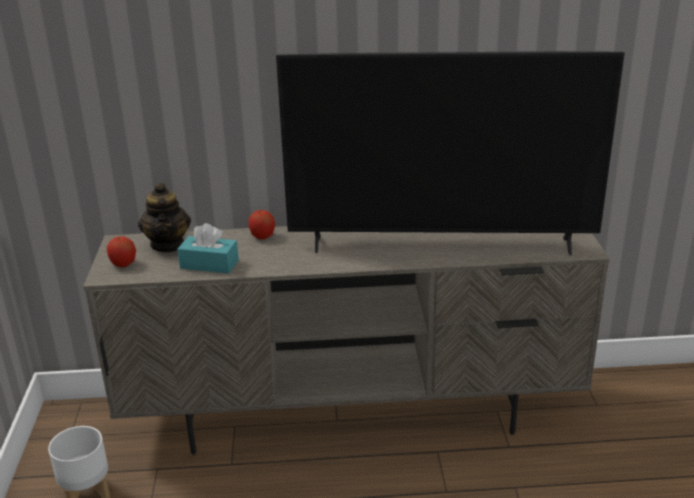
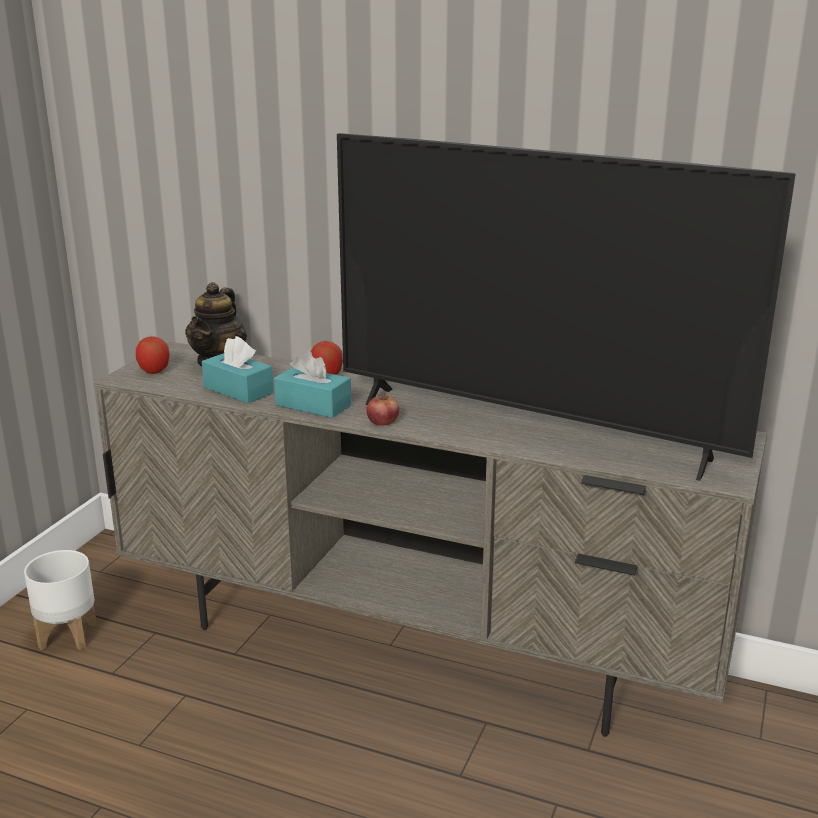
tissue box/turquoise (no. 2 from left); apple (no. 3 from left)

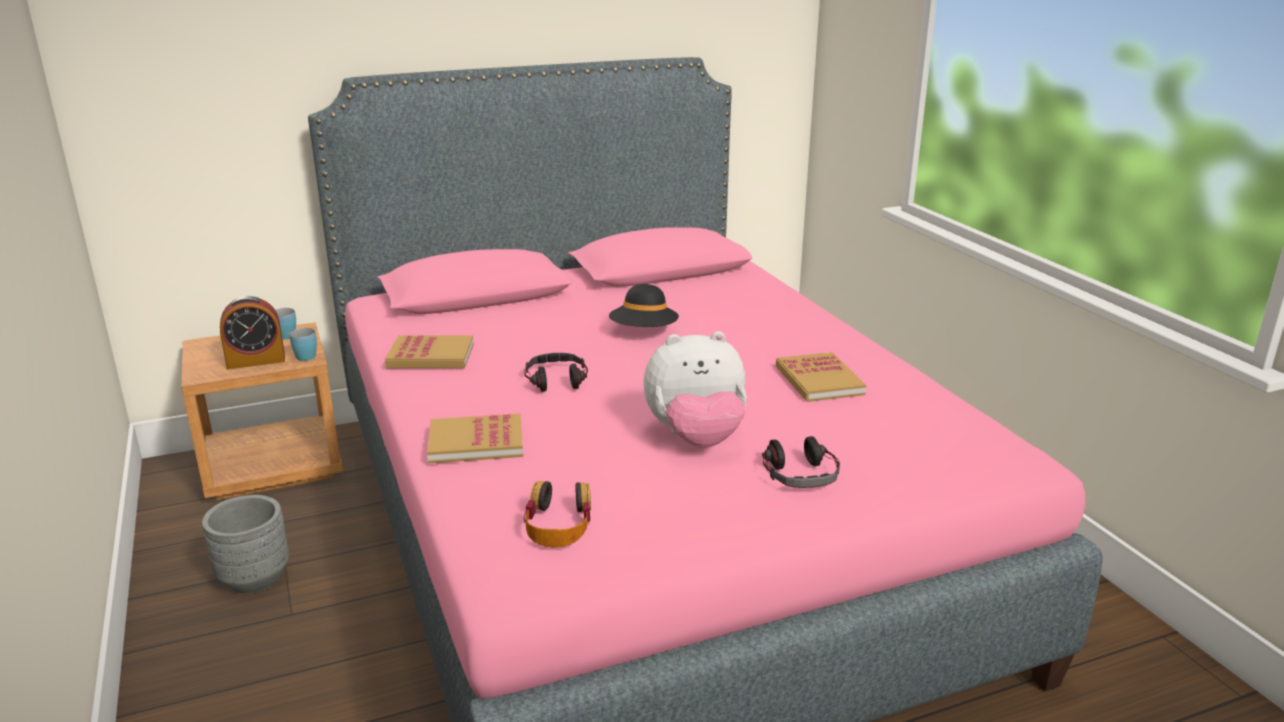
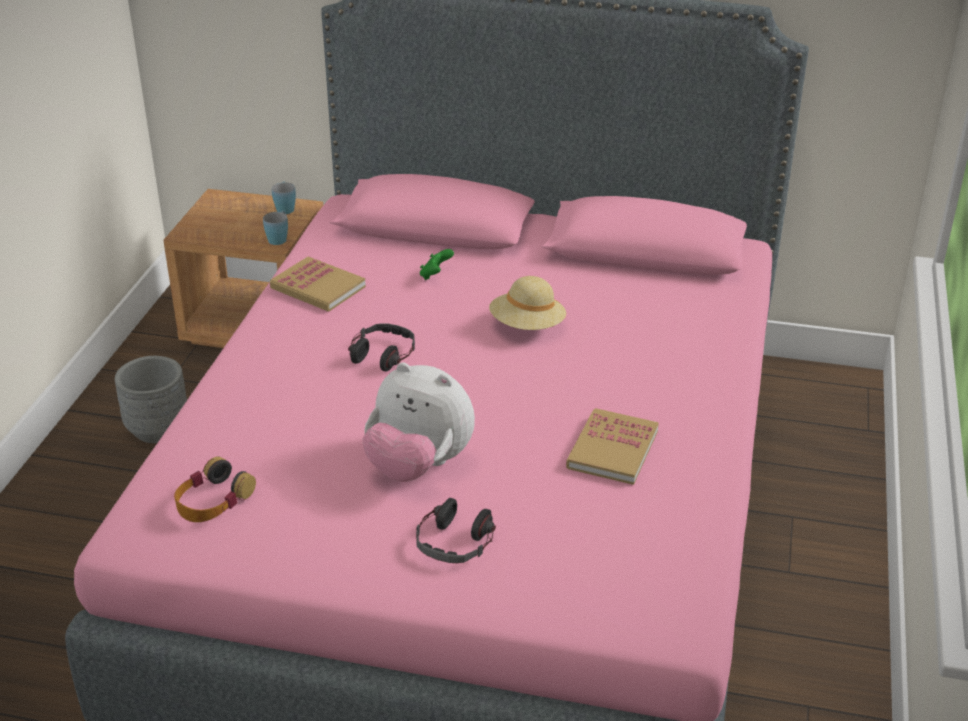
alarm clock; book (no. 2 from left in the first image); hat/beige; game controller/green

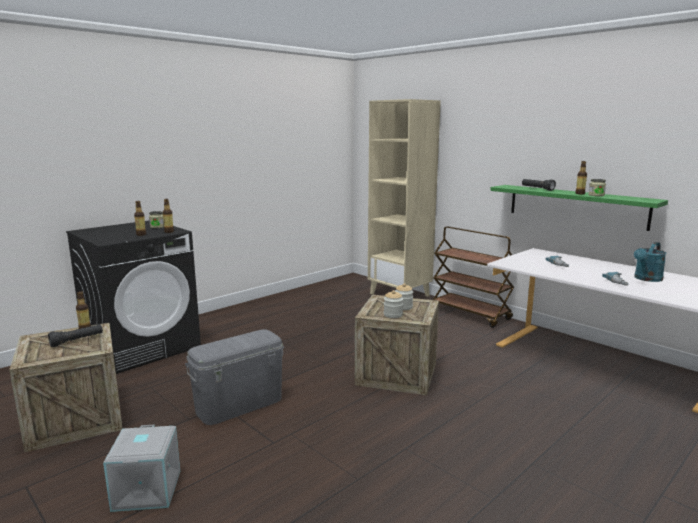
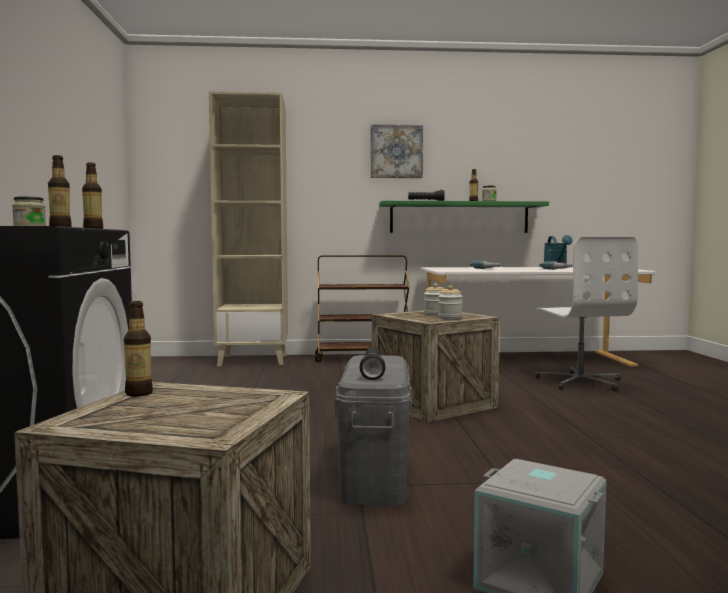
flashlight/black (no. 1 from left); picture; office chair/white

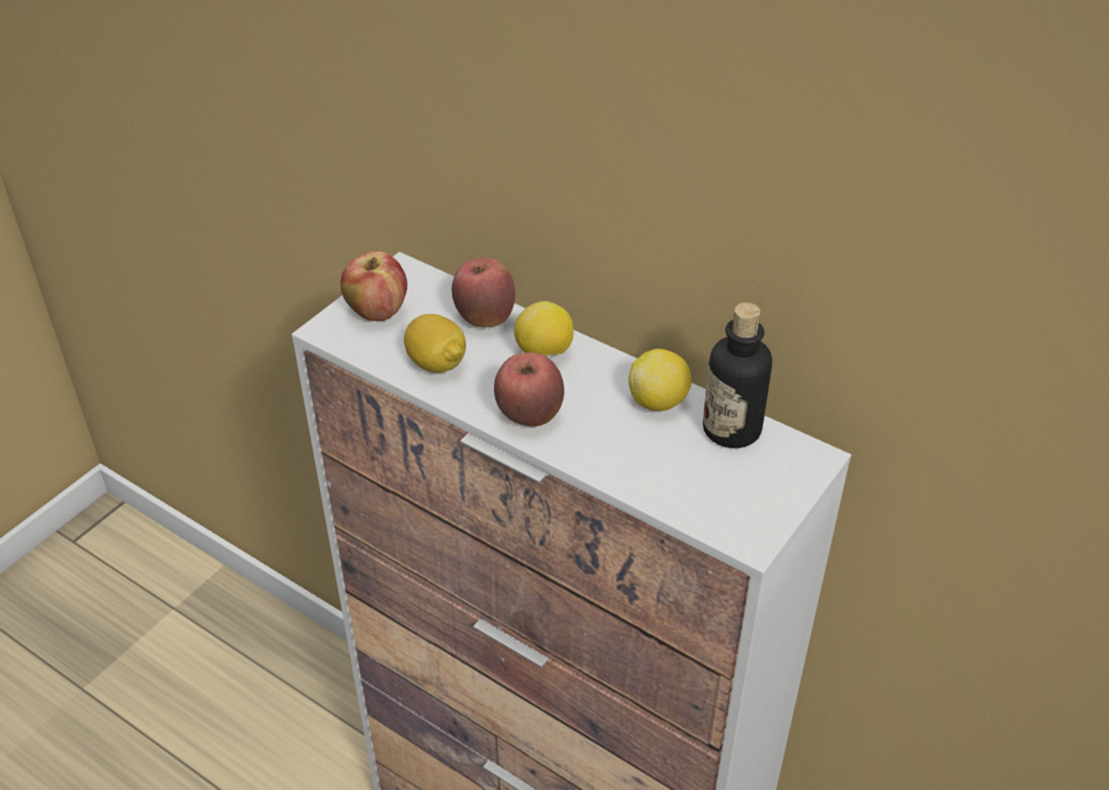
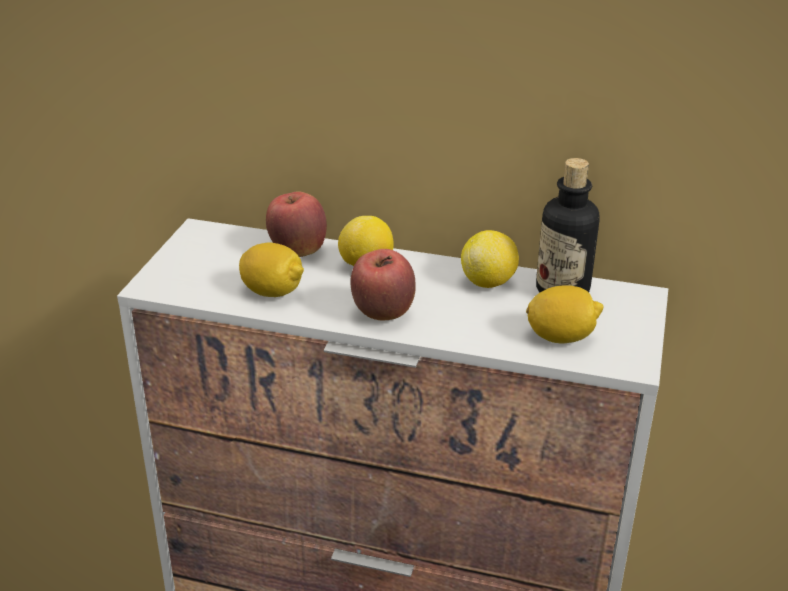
apple (no. 1 from left in the first image); lemon (no. 4 from left)

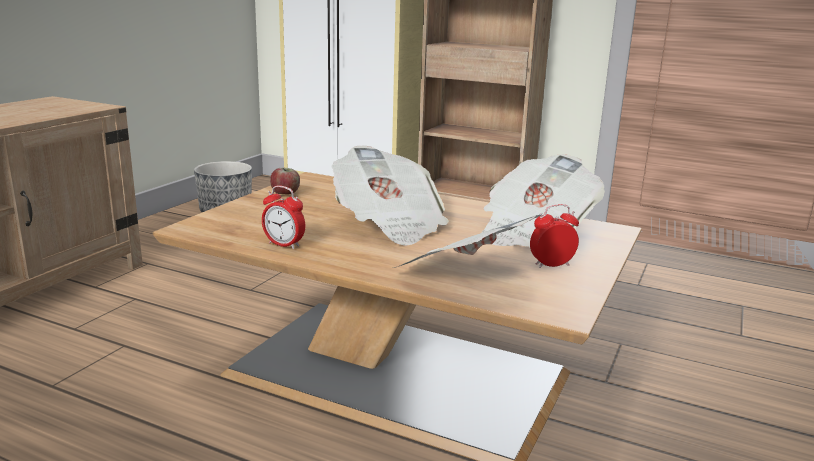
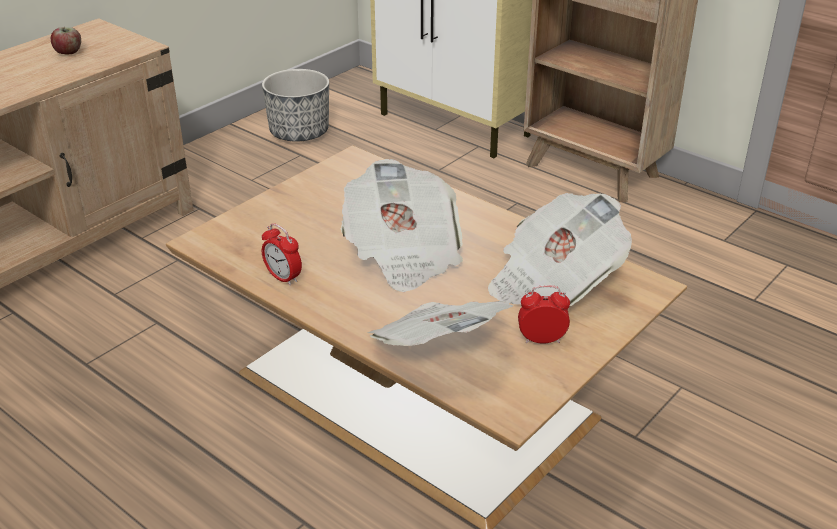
apple

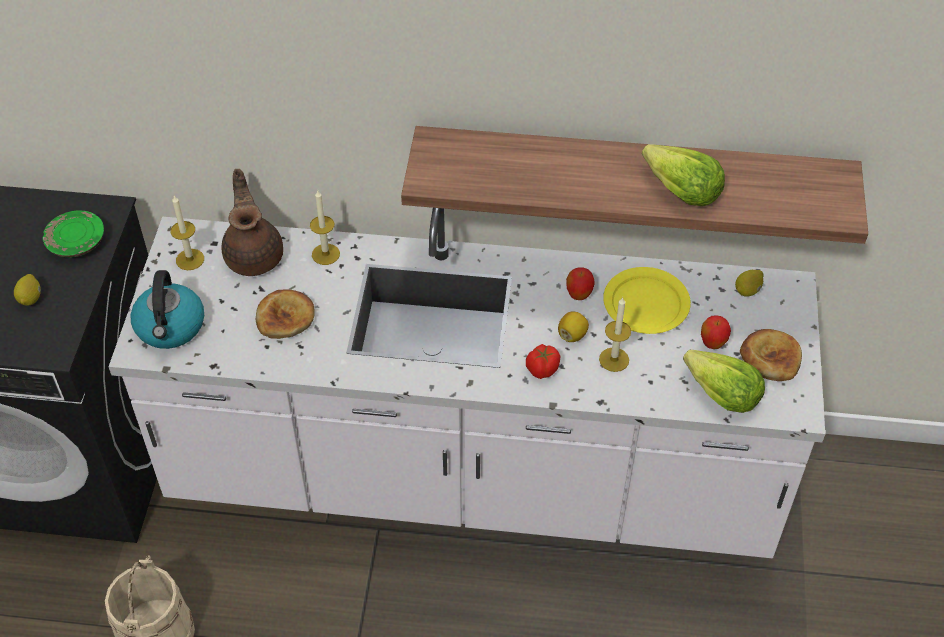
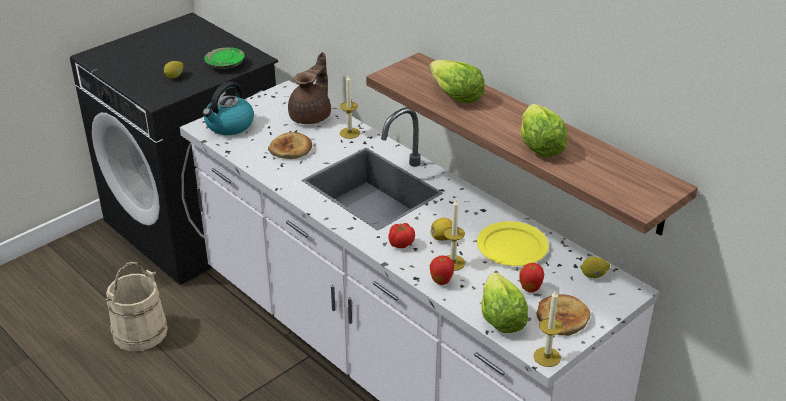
candle (no. 3 from left); apple (no. 1 from left); lettuce (no. 1 from left)

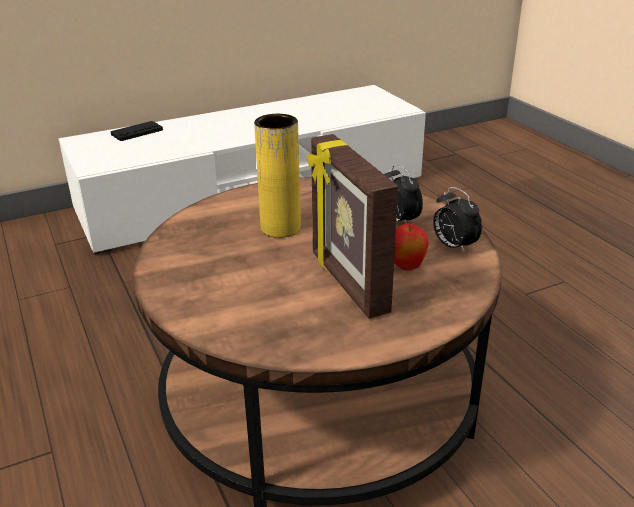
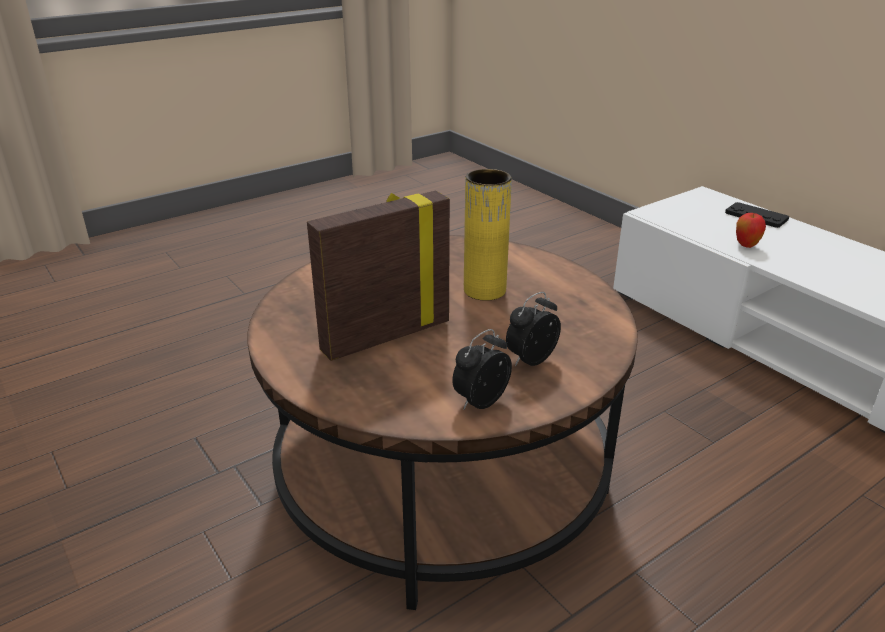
apple

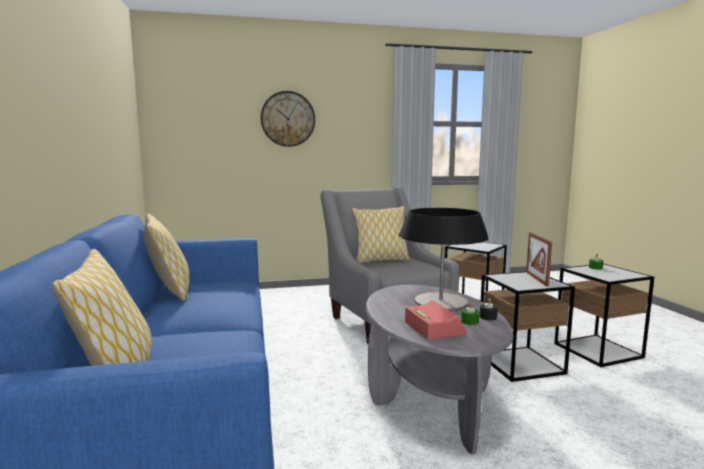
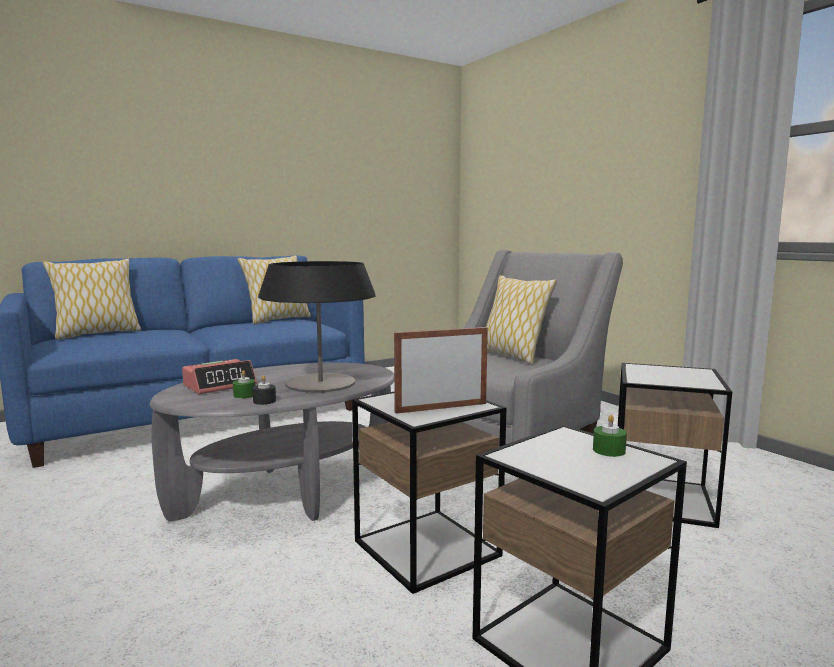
wall clock

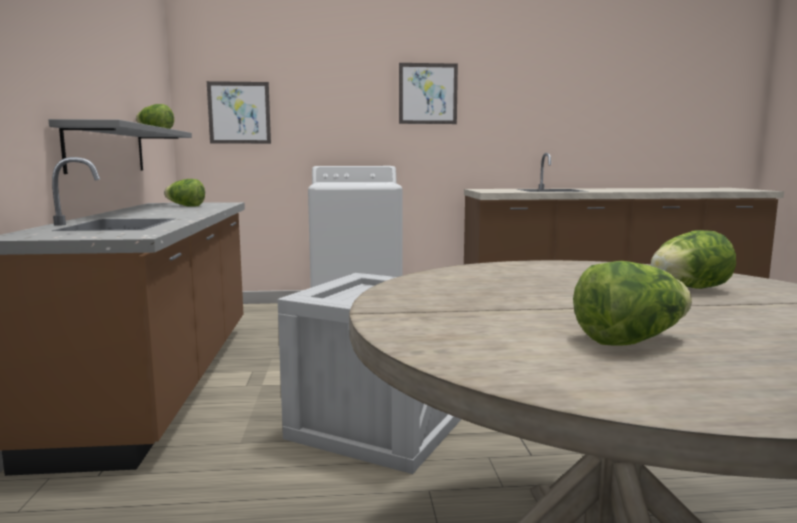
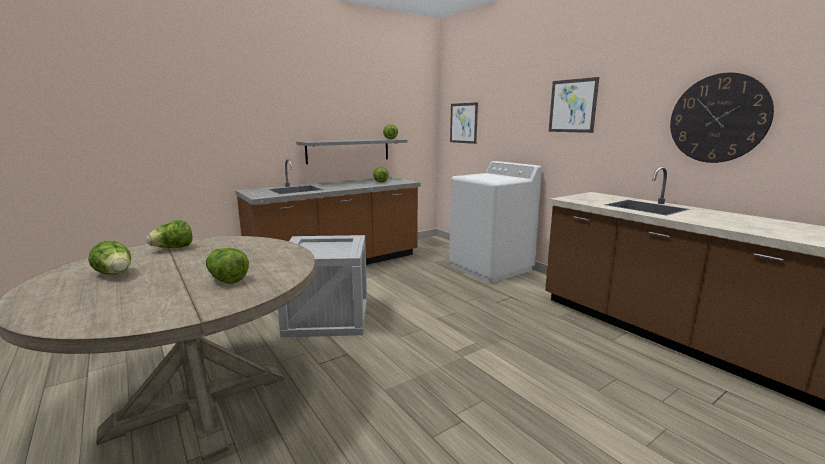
lettuce (no. 2 from left); wall clock

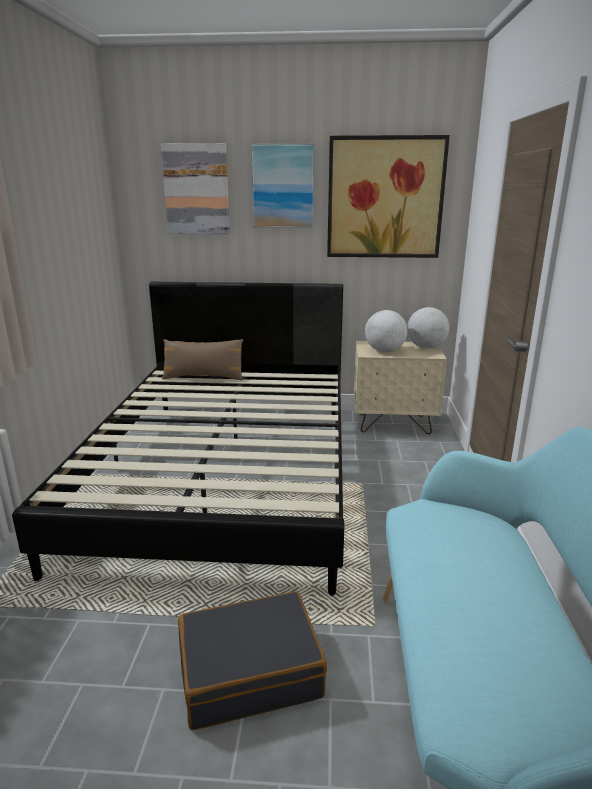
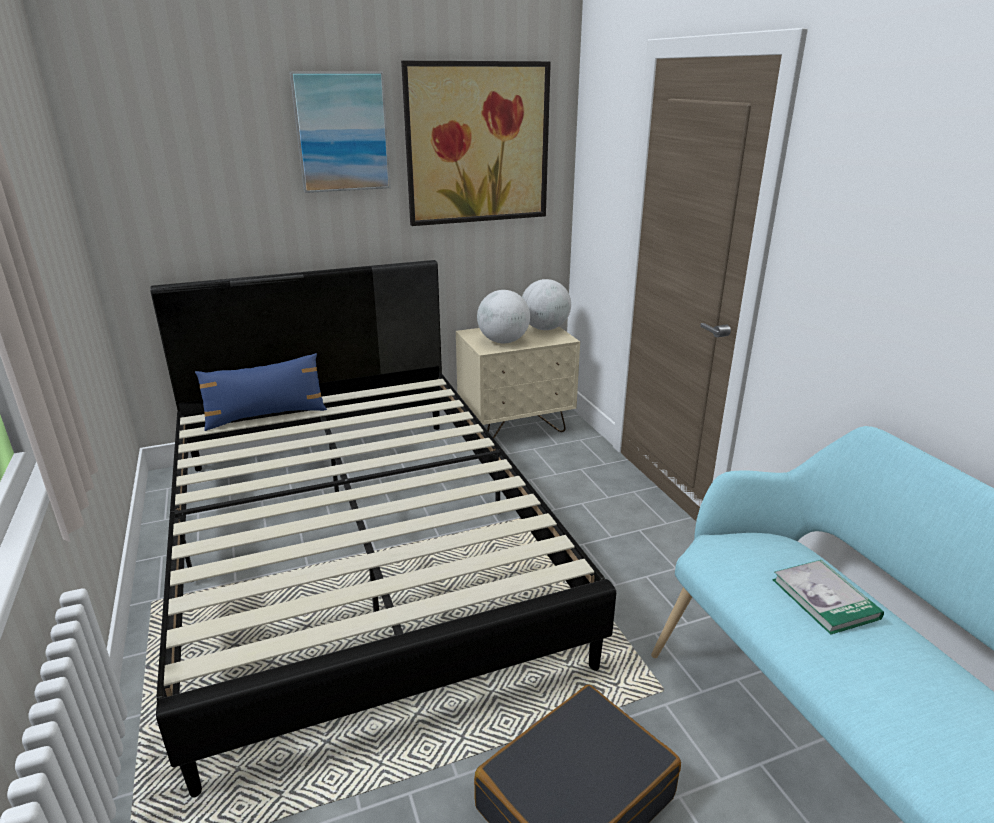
picture (no. 1 from left in the first image); pillow/blue; book

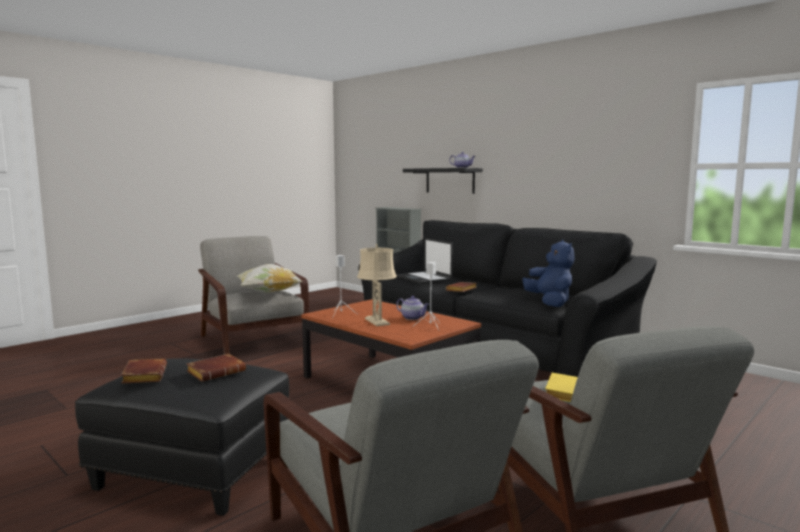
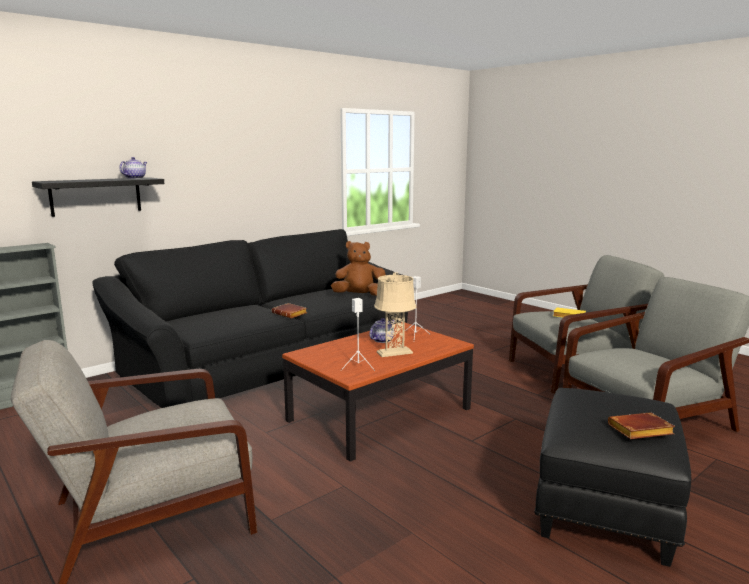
book/brown (no. 2 from left in the first image); pillow; laptop; plush toy/brown

